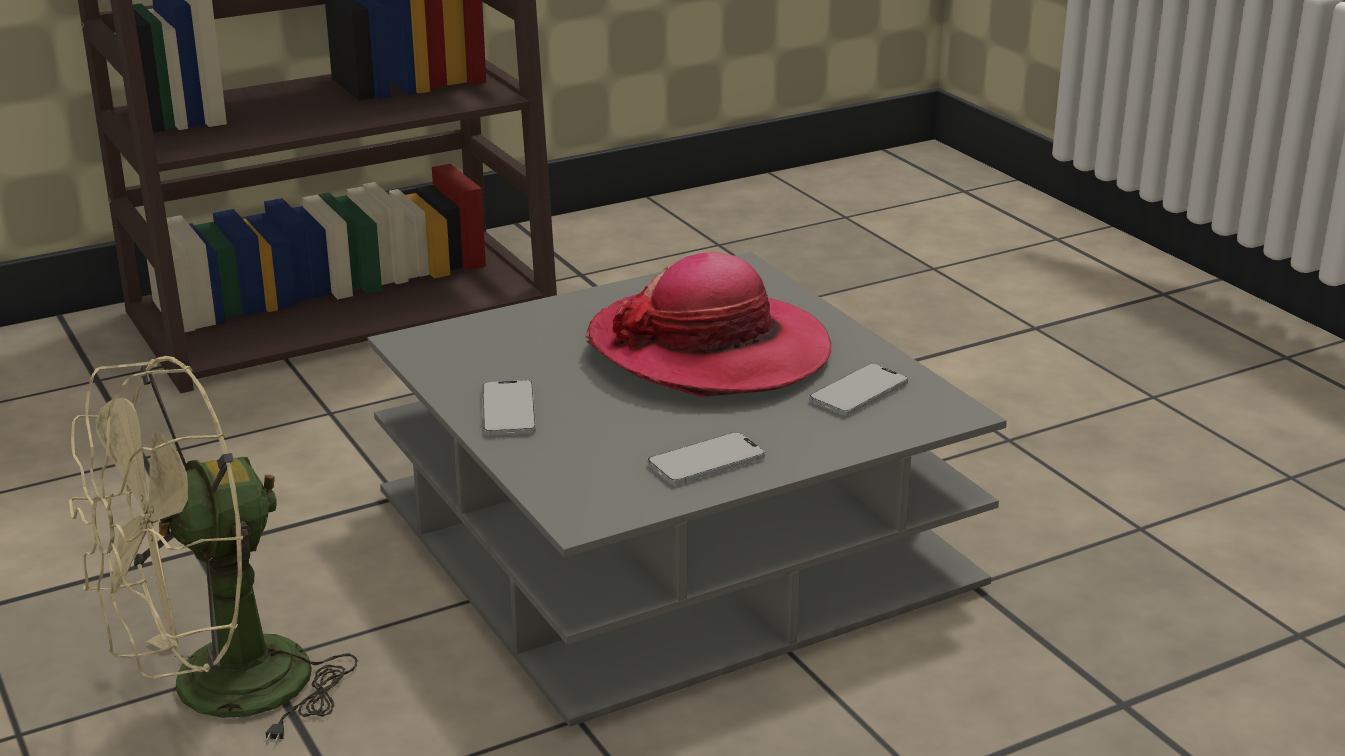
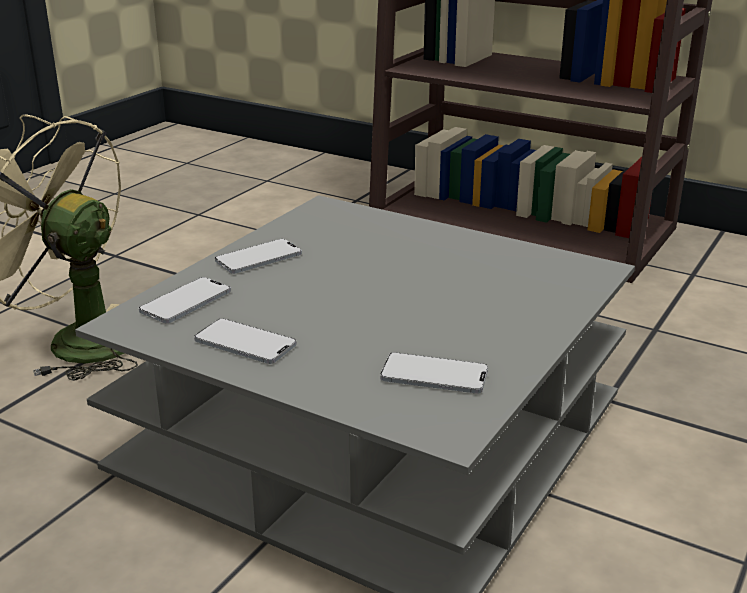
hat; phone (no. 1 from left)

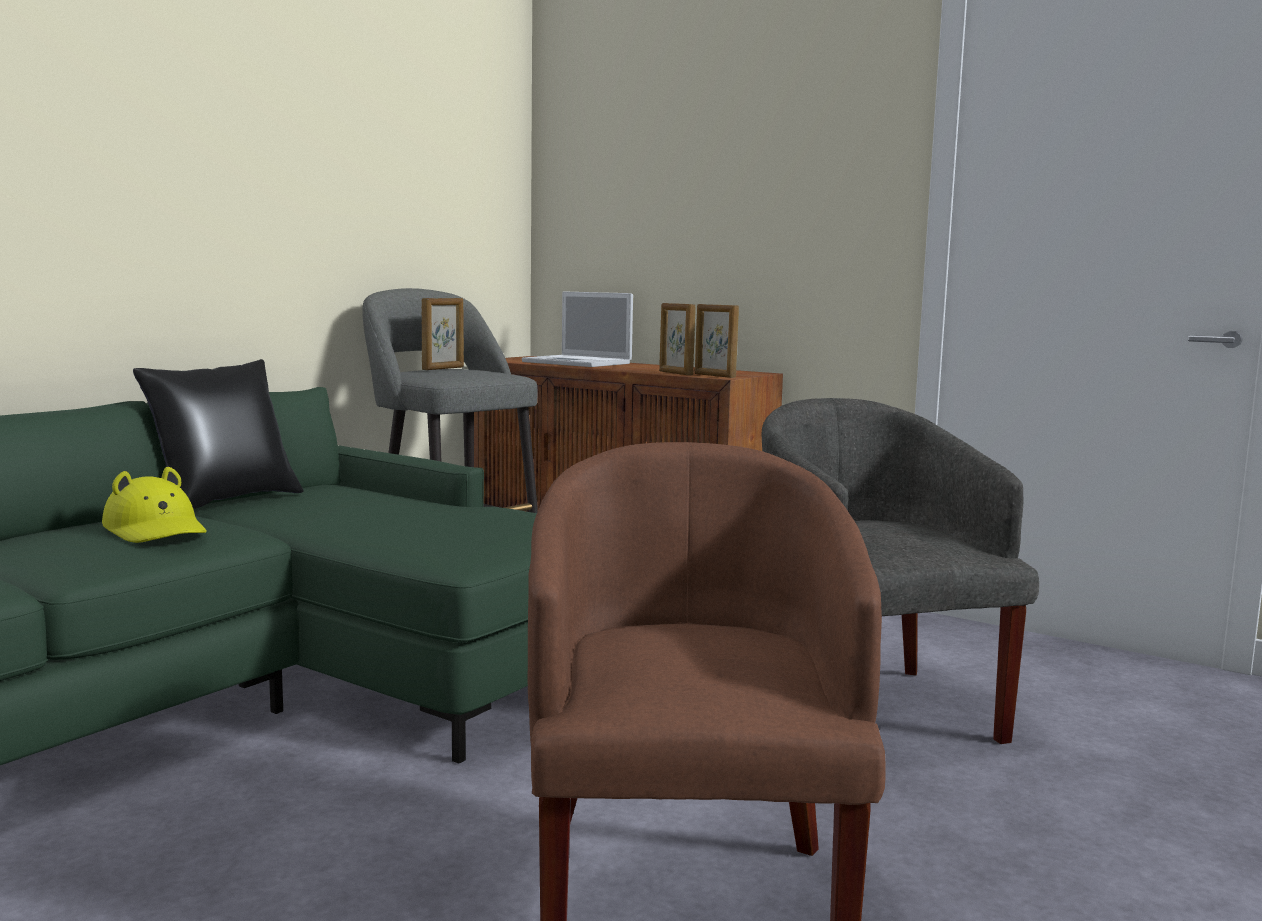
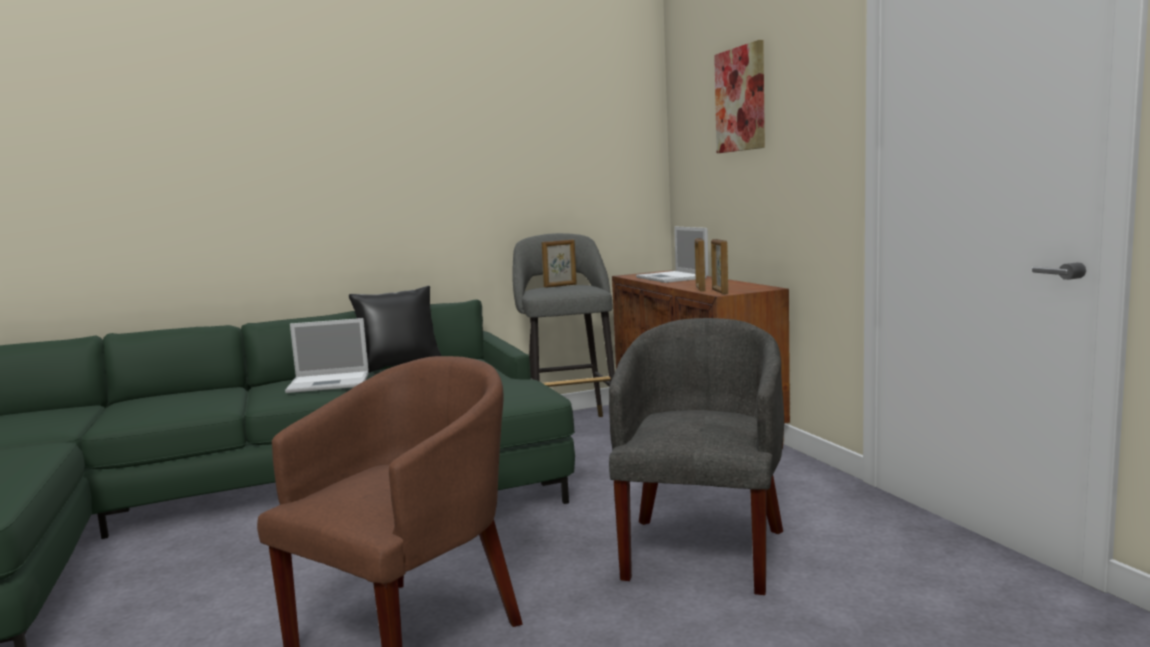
laptop (no. 1 from left); picture

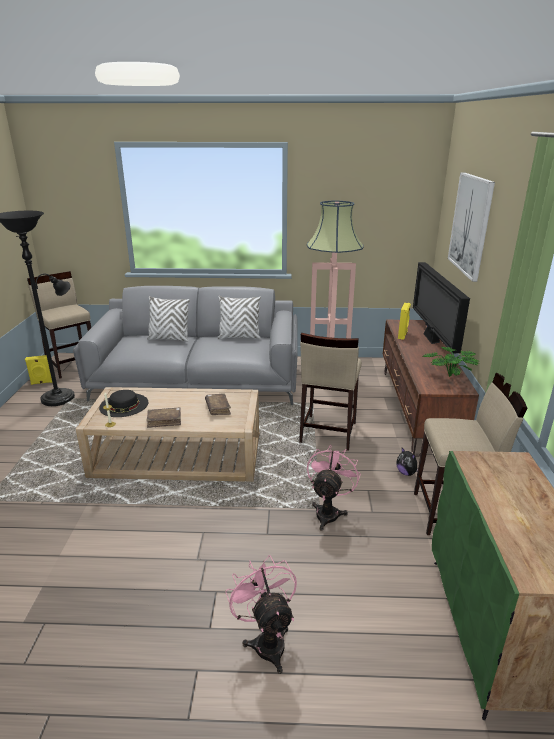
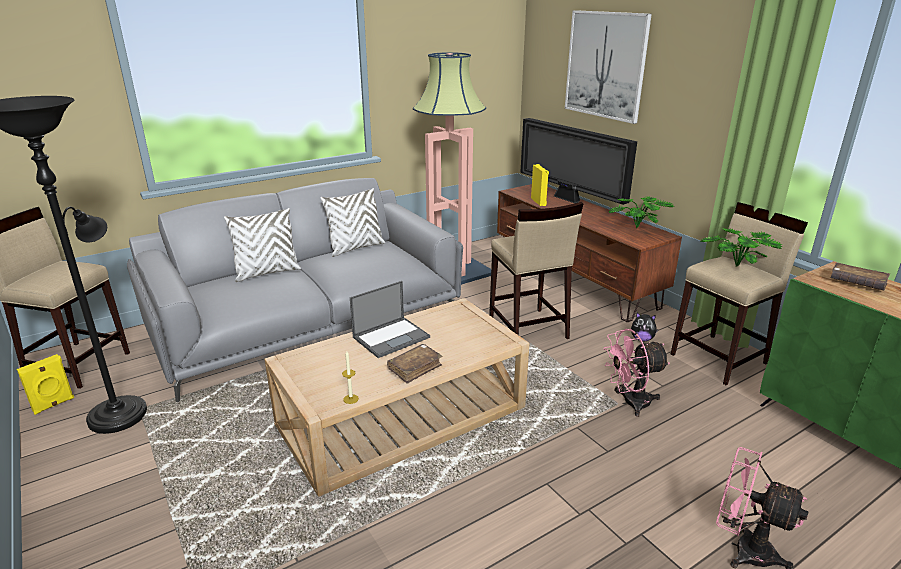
hat/black; book/brown (no. 2 from left); fan/pink (no. 1 from left); laptop; potted plant (no. 2 from left)

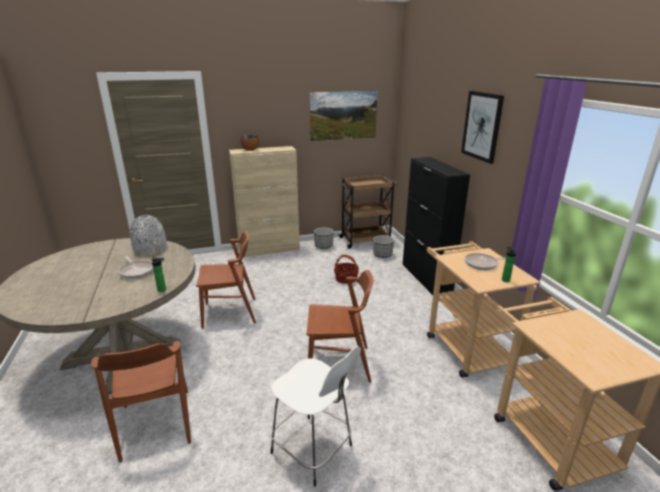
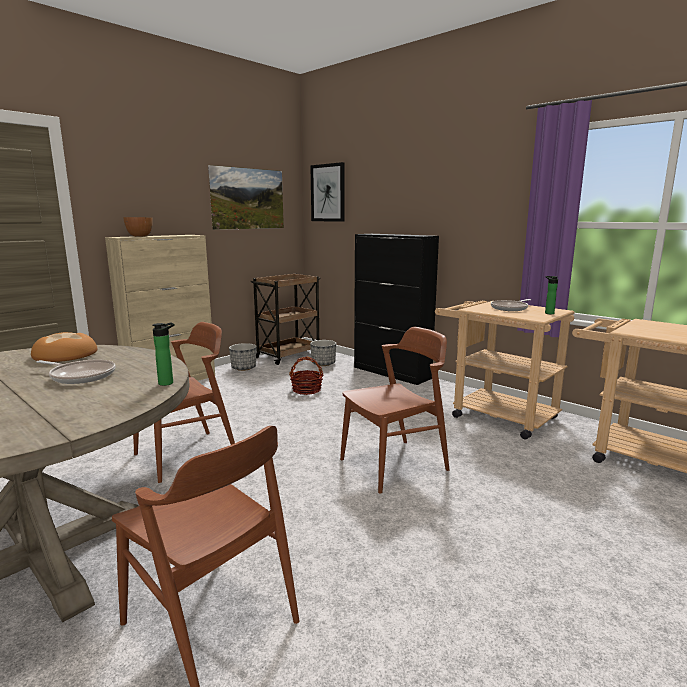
bread; stool/white; picture (no. 2 from left)

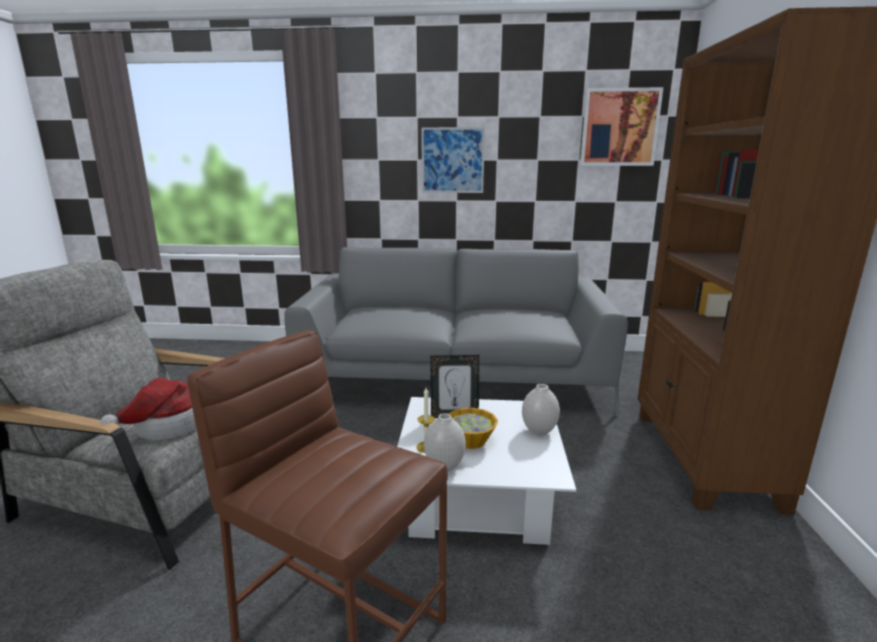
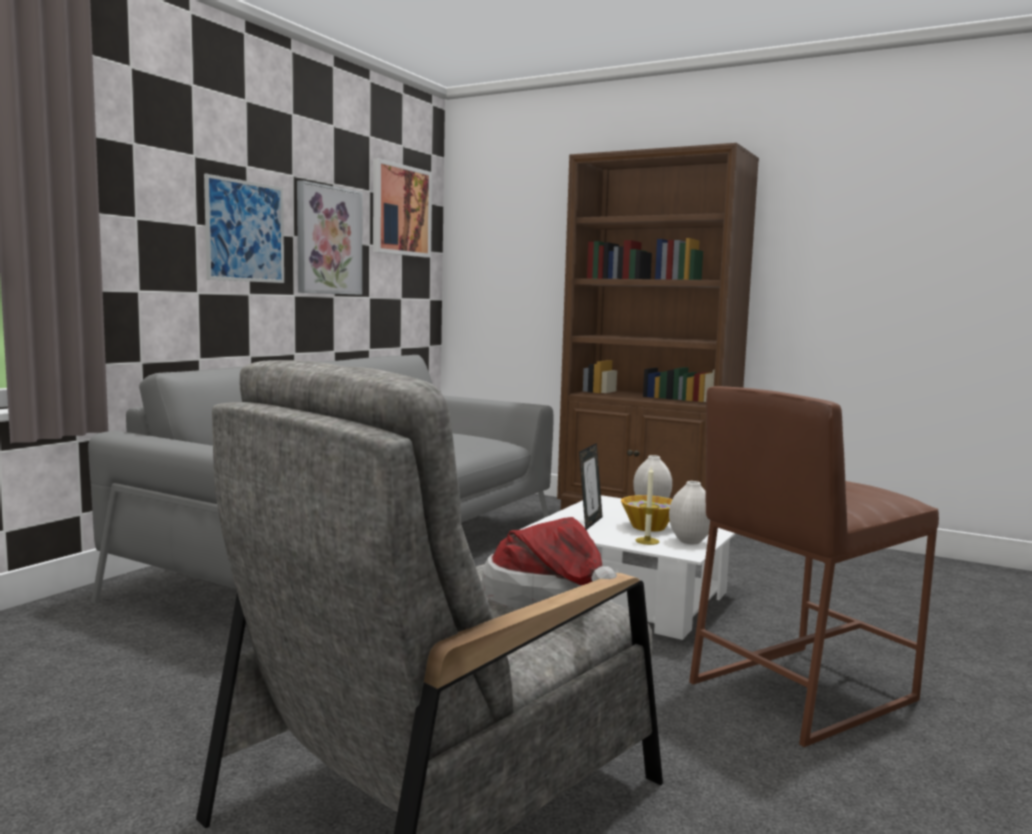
picture (no. 2 from left)

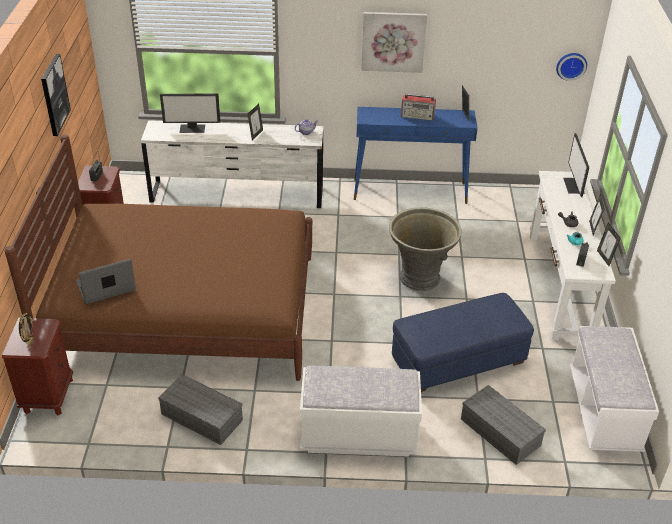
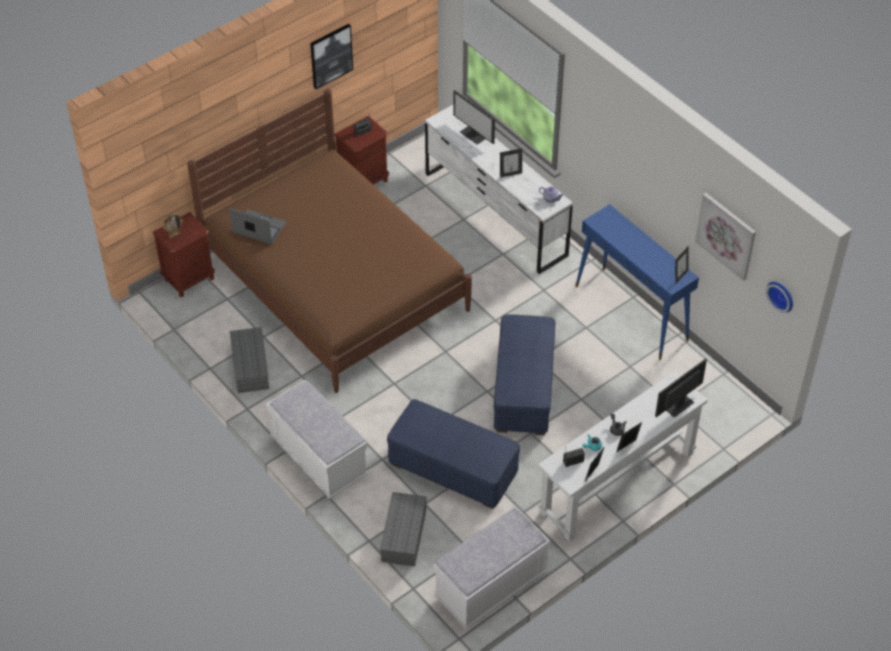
picture (no. 2 from left); ottoman/blue (no. 2 from left); radio (no. 2 from left in the first image)

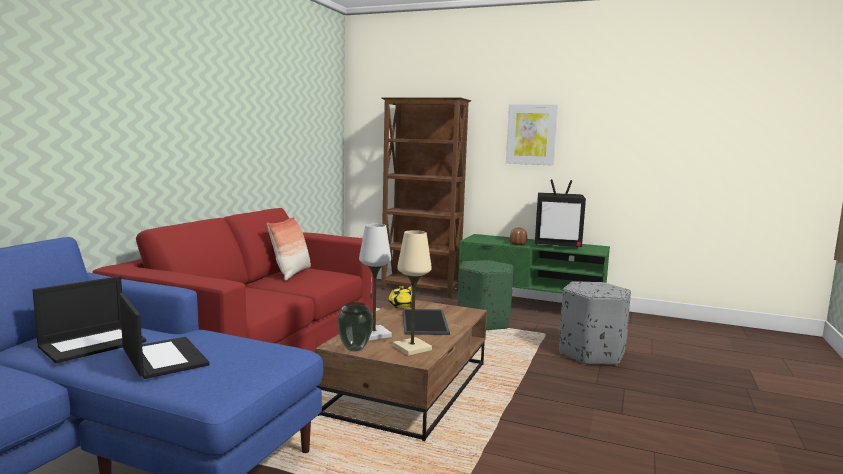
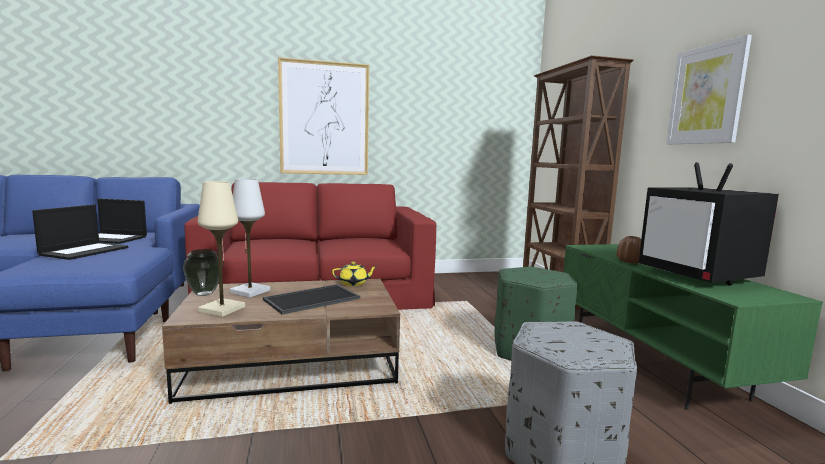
pillow; picture (no. 1 from left)

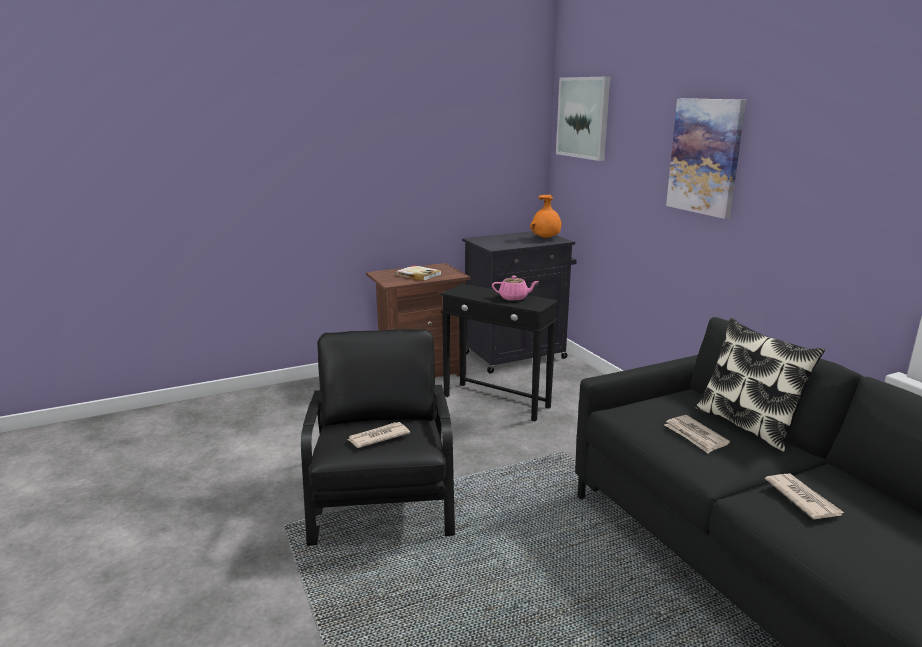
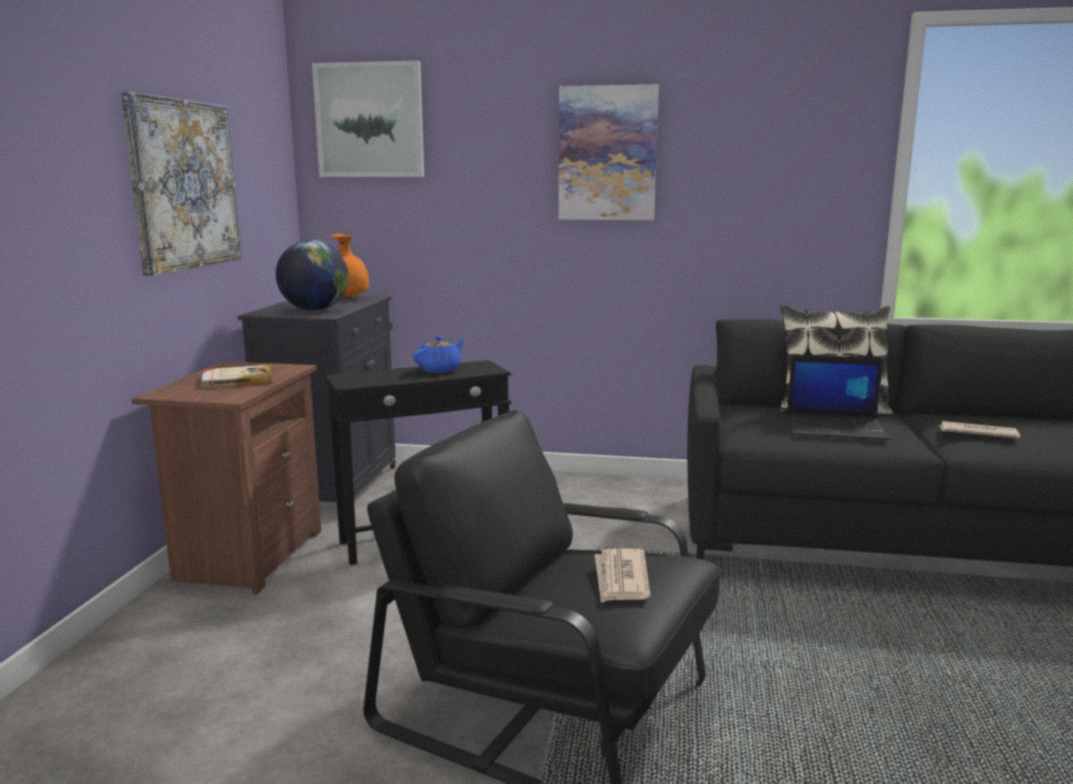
teapot/blue; laptop; picture (no. 1 from left); globe

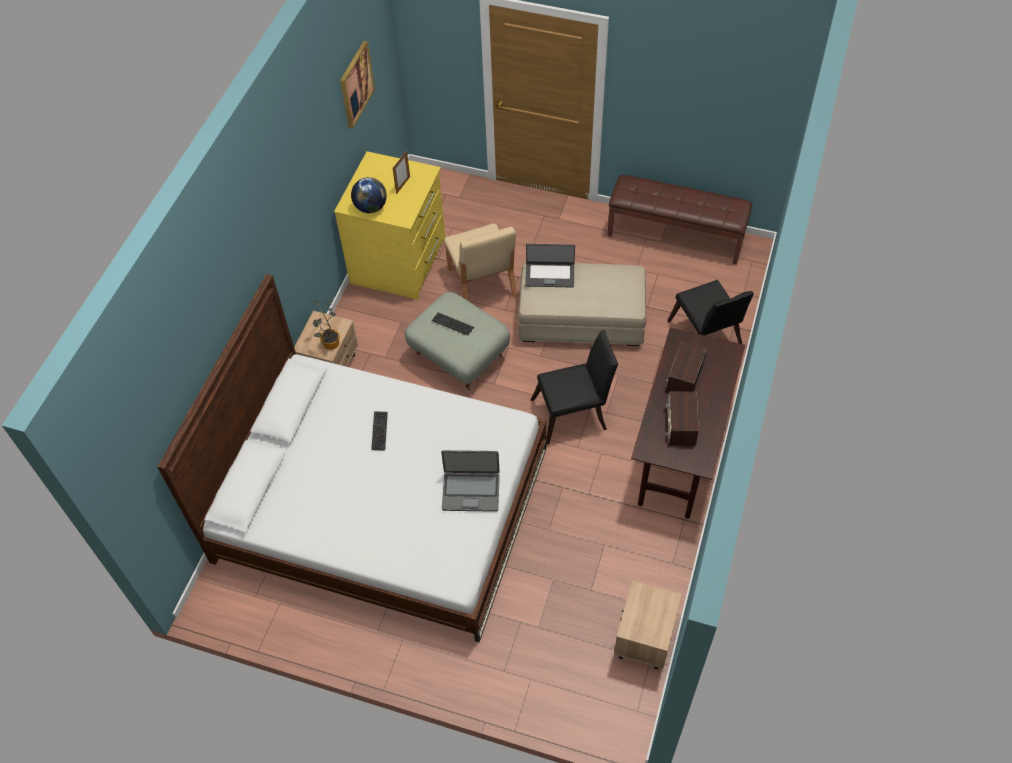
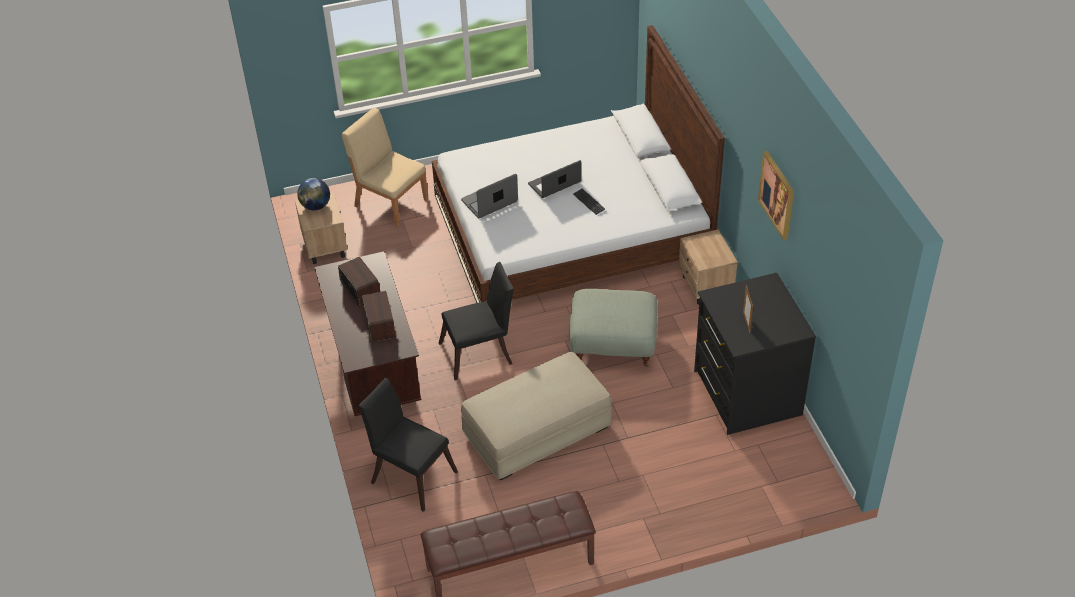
potted plant; dresser/black; picture; globe; keyboard (no. 2 from left in the first image); chair/beige; laptop (no. 2 from left); chair/black (no. 2 from left)

